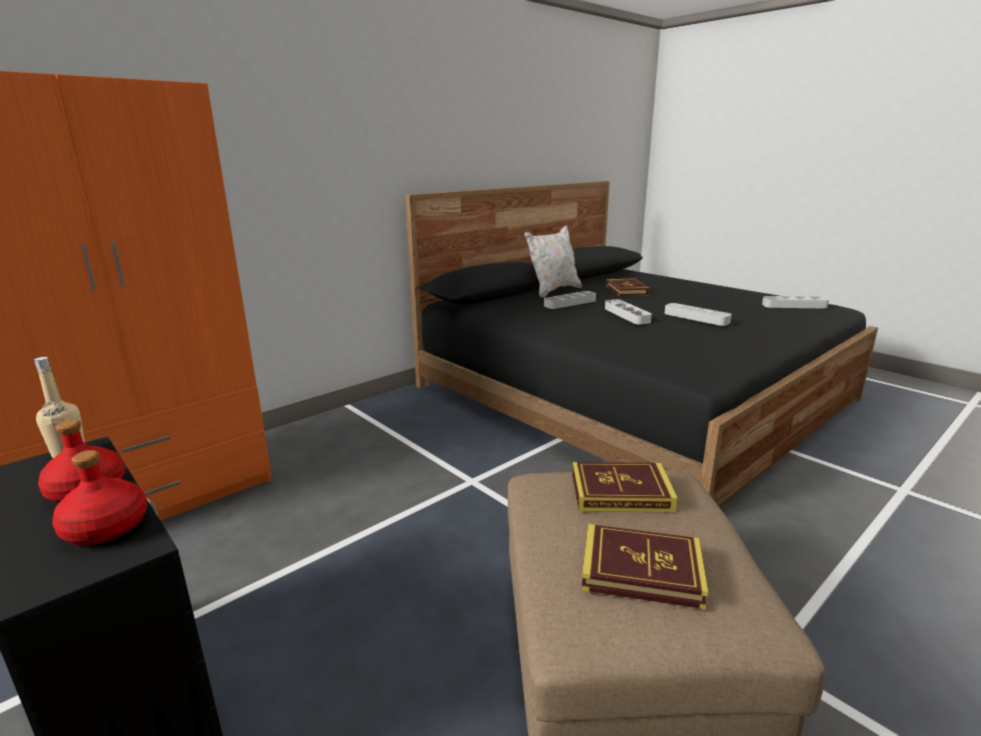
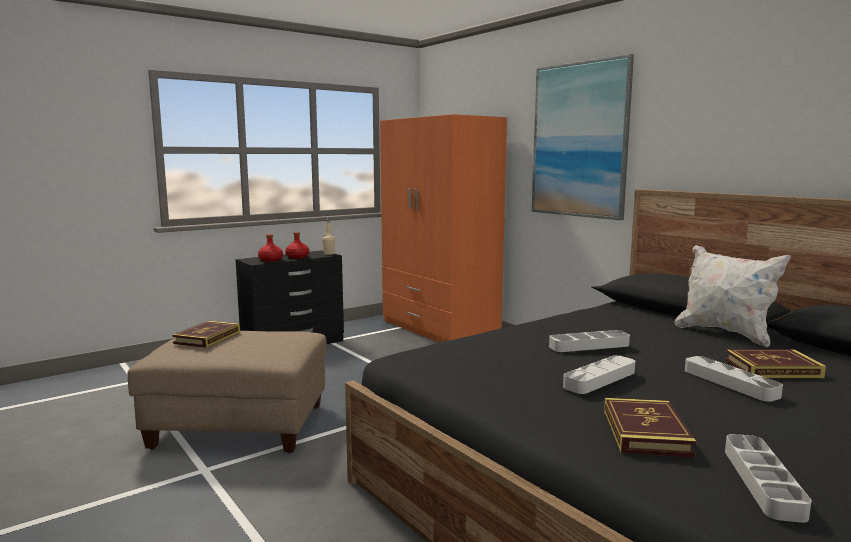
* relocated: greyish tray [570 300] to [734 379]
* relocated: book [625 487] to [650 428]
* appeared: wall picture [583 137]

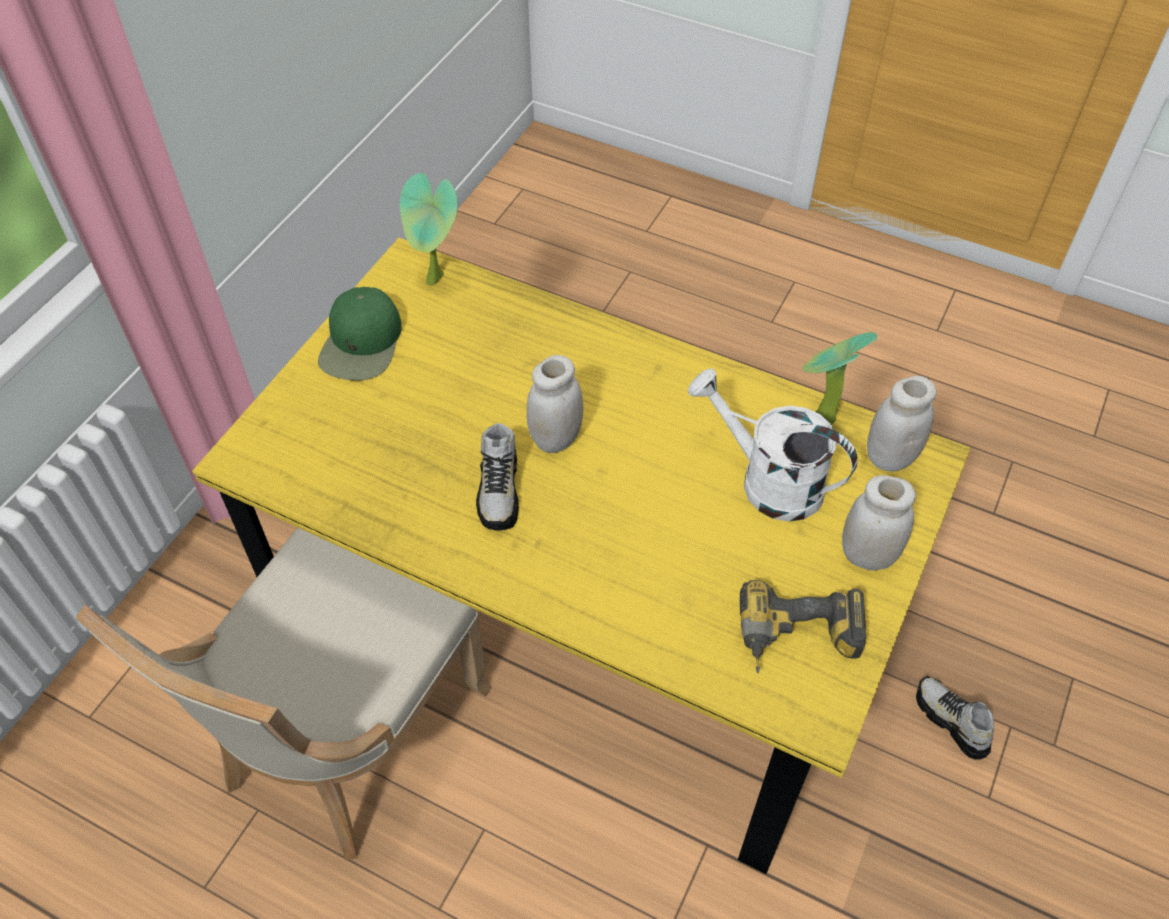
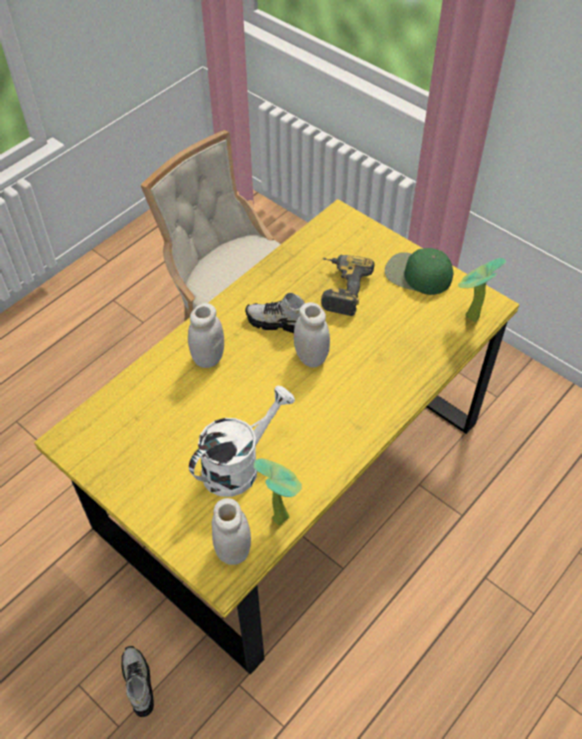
* relocated: whitish jar [879 523] to [206 335]
* relocated: power drill [803 626] to [348 285]
* spun: low shoe [955 718] = [137 681] 90 degrees counterclockwise

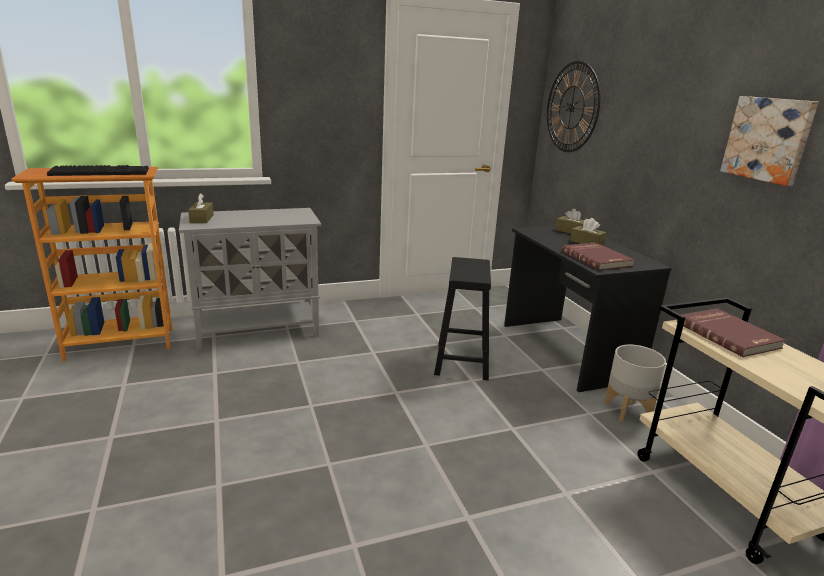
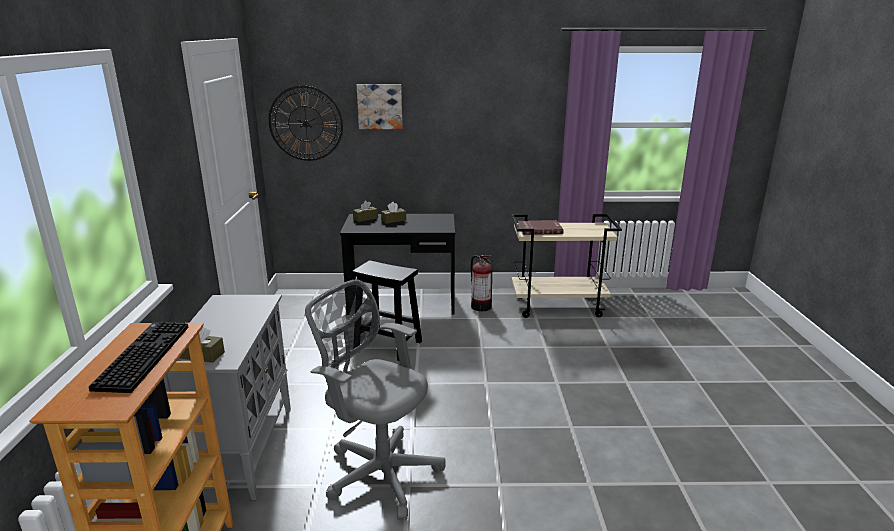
* relocated: wall picture [769 141] to [380 106]
* missing: red-coloured book [598 256]
* exchanged: greyish planter [635 383] to extinguisher [481 283]
* appeared: greyish computer chair [375 399]

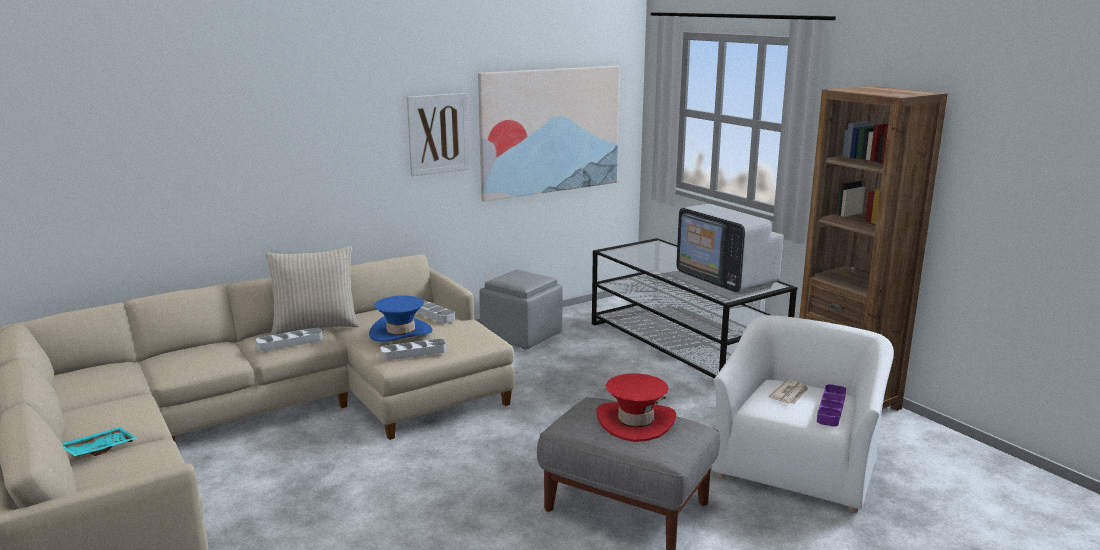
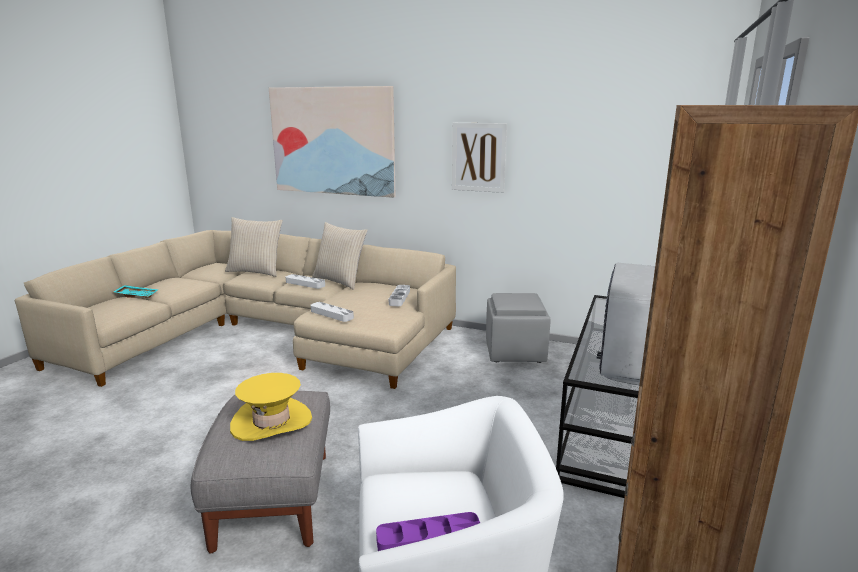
* relocated: wall picture [549 134] to [332 142]
* missing: blue-coloured clothing hat [400 319]
* colour: red-coloured clothing hat [636 408] to yellow-coloured clothing hat [271 407]
* missing: newspaper [788 392]
* appeared: beige-coloured cushion [254 247]

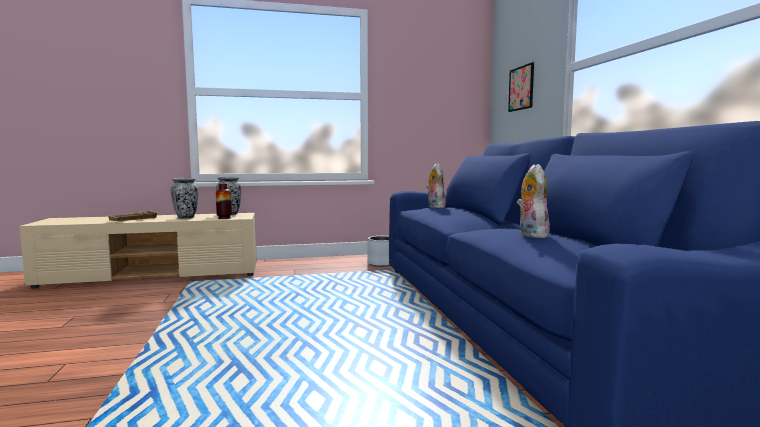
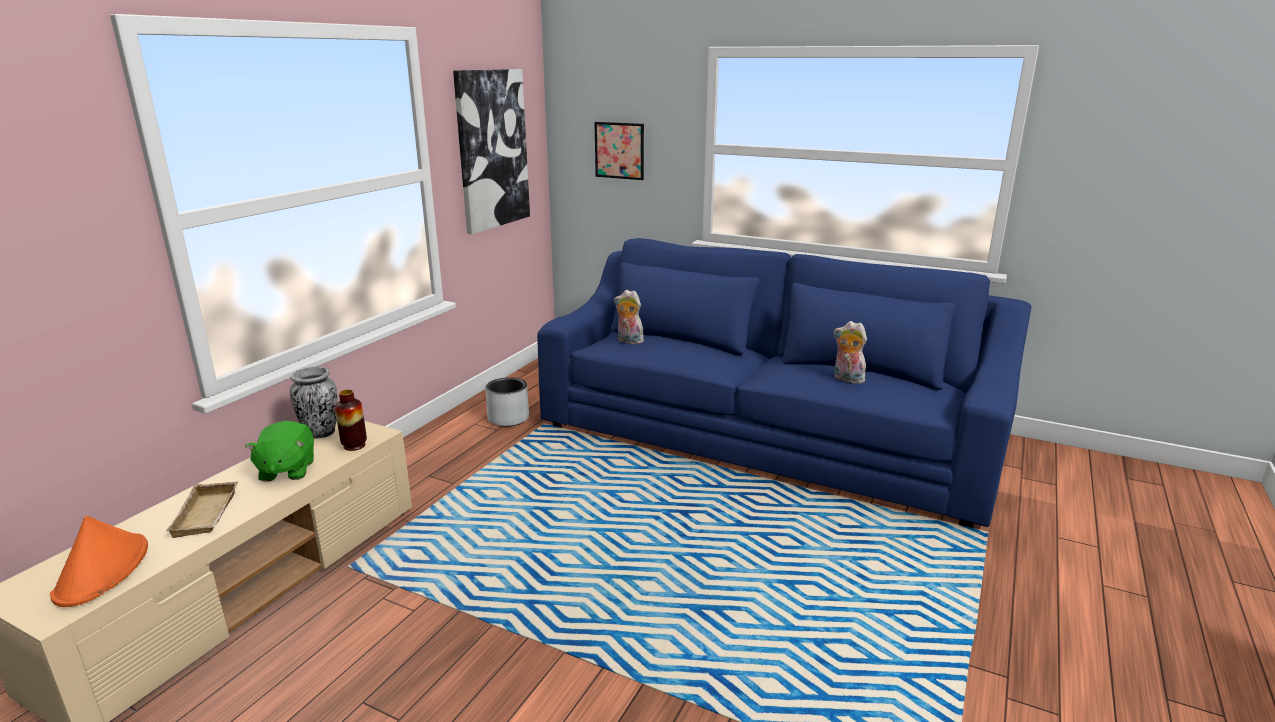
* exchanged: vase [184 198] to green-coloured soft toy [279 451]
* appeared: wall picture [491 151]
* appeared: orangey clothing hat [99 561]

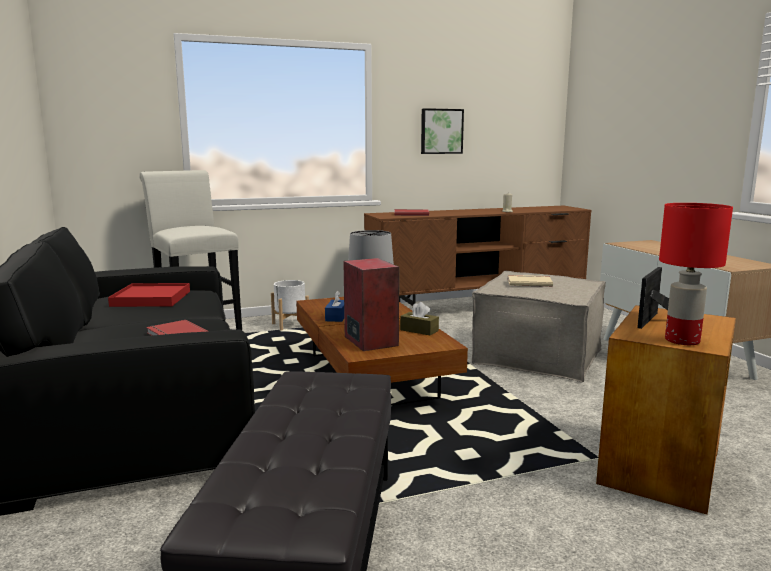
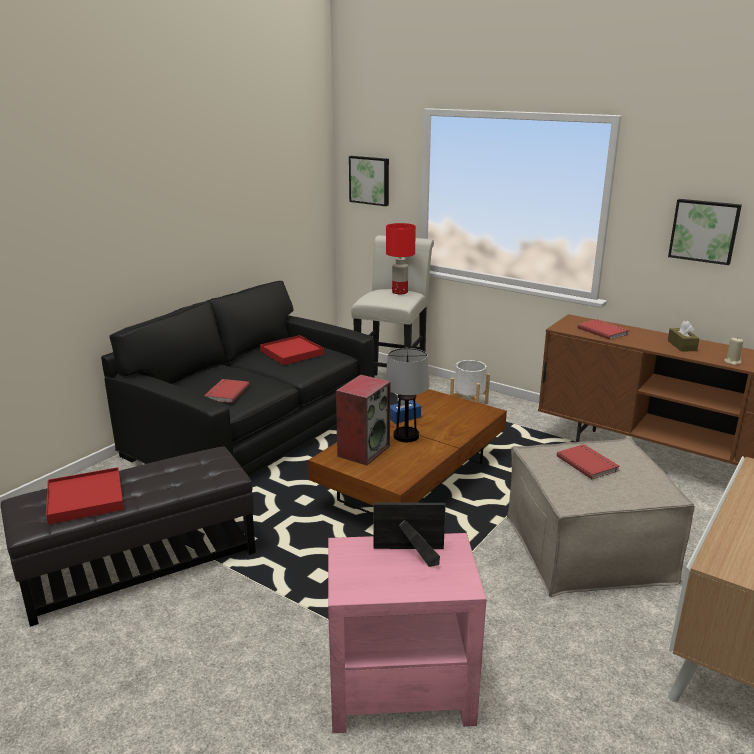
* relocated: red-coloured table lamp [696 274] to [401 258]
* colour: beige-coloured book [530 281] to red-coloured book [588 461]
* relocated: brownish tissue holder [419 318] to [683 336]
* colour: brownish side table [666 409] to pink side table [407 633]
* appeared: wall picture [369 181]
* appeared: red-coloured tray [85 496]

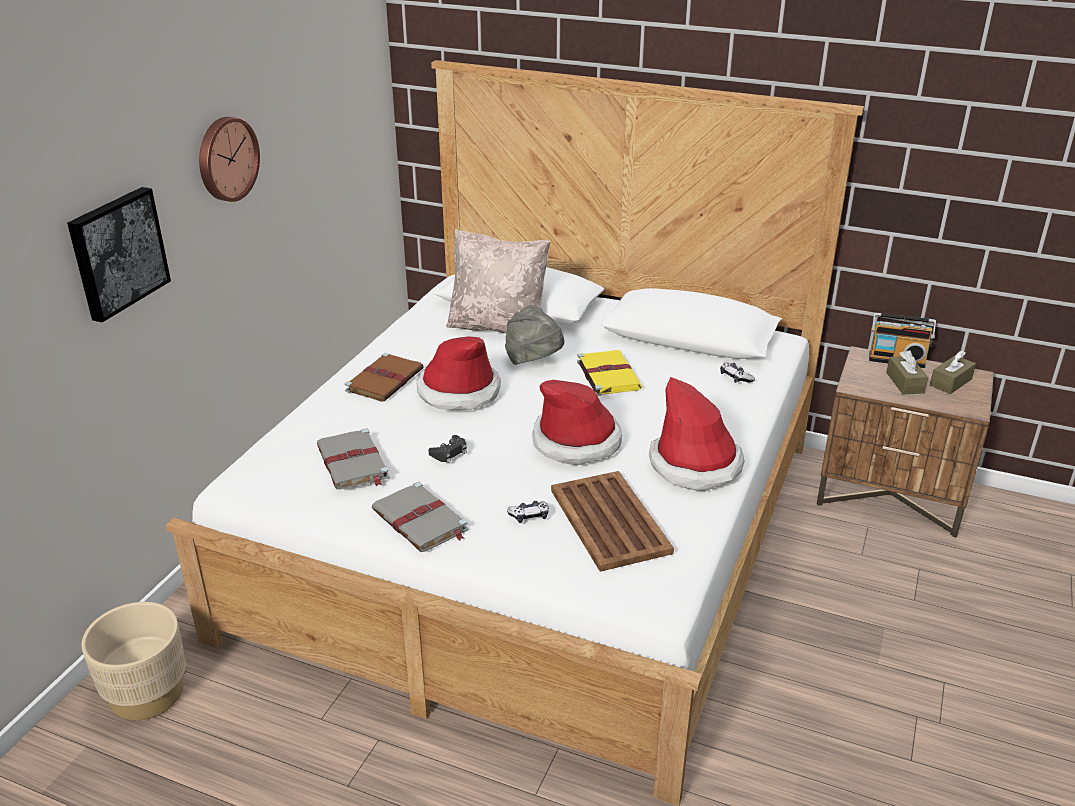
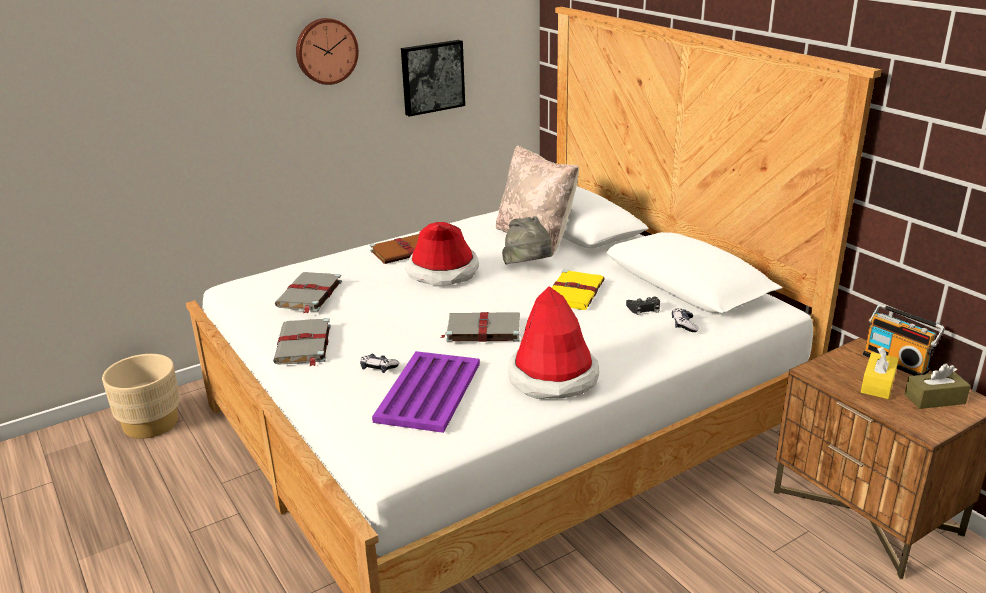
* relocated: wall picture [119 255] to [433 78]
* colour: brownish tissue holder [907 372] to yellow-coloured tissue holder [880 373]
* exchanged: clothing hat [577 422] to greyish book [480 327]
* relocated: blackish joypad [447 449] to [643 306]
* colour: brownish tray [612 521] to purple-coloured tray [426 392]

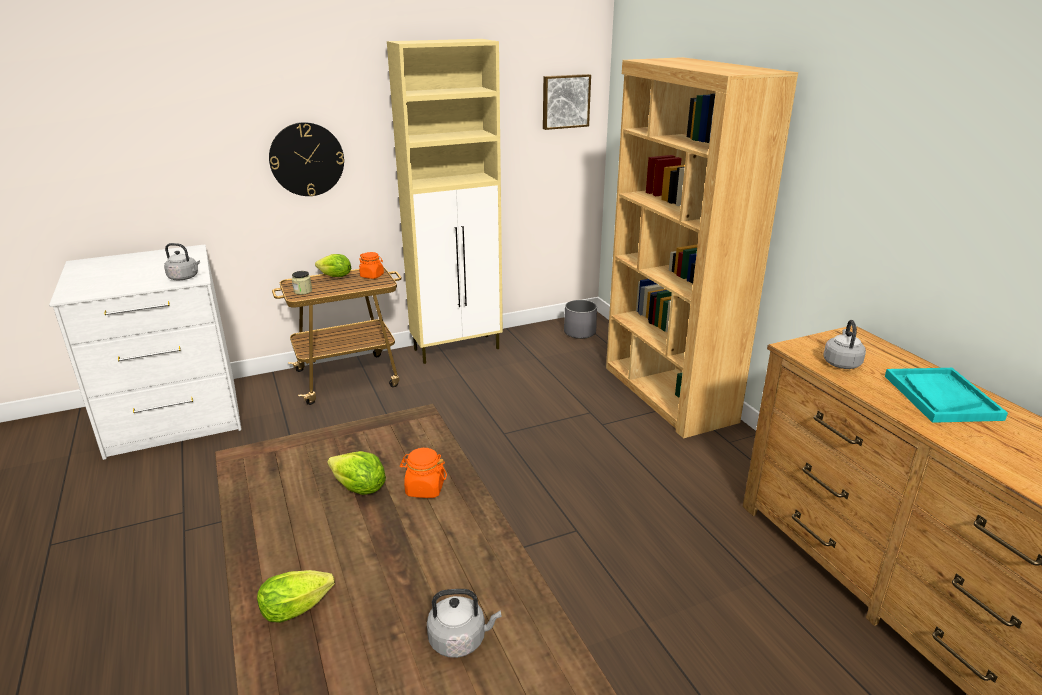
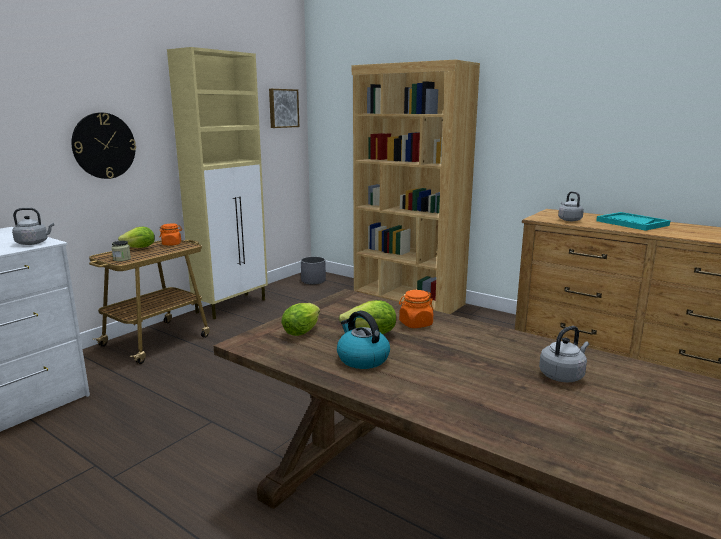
* relocated: lettuce head [296 596] to [300 319]
* appeared: kettle [363 340]

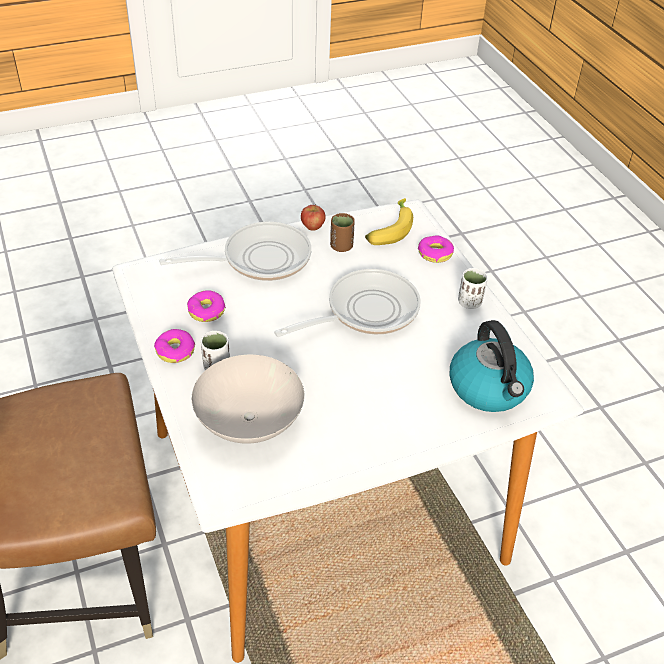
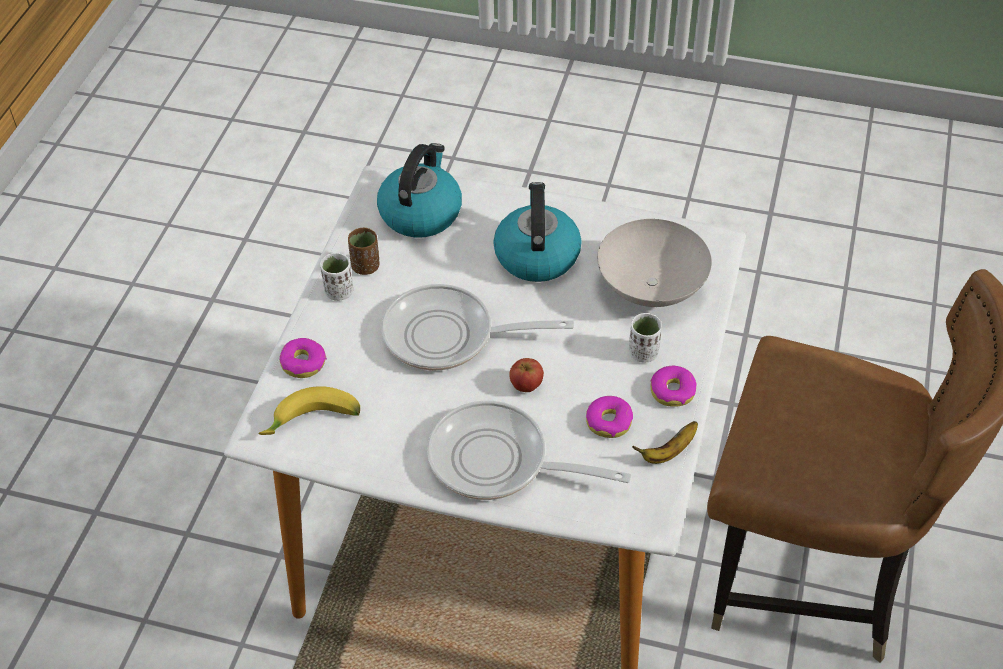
* relocated: apple [313 217] to [526 375]
* relocated: brownish small cup [342 232] to [364 251]
* appeared: kettle [537 232]
* appeared: banana fruit [665 442]

